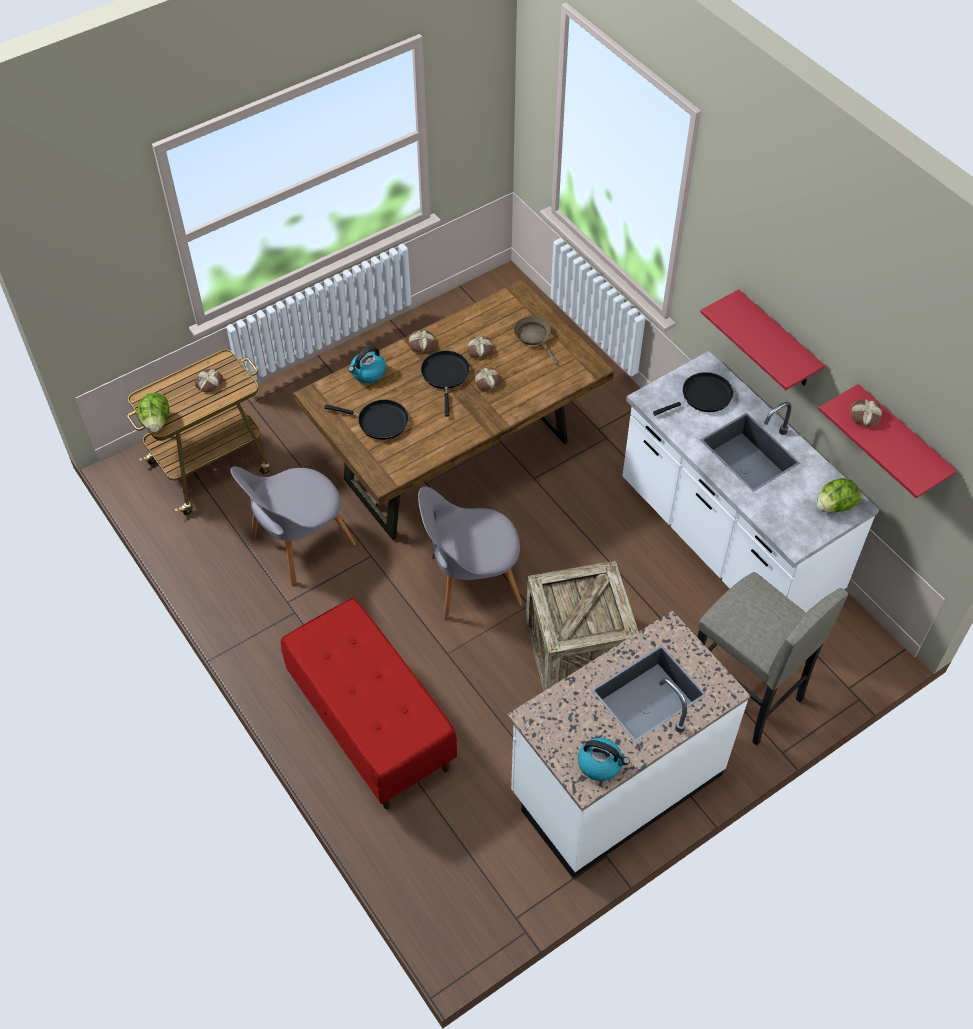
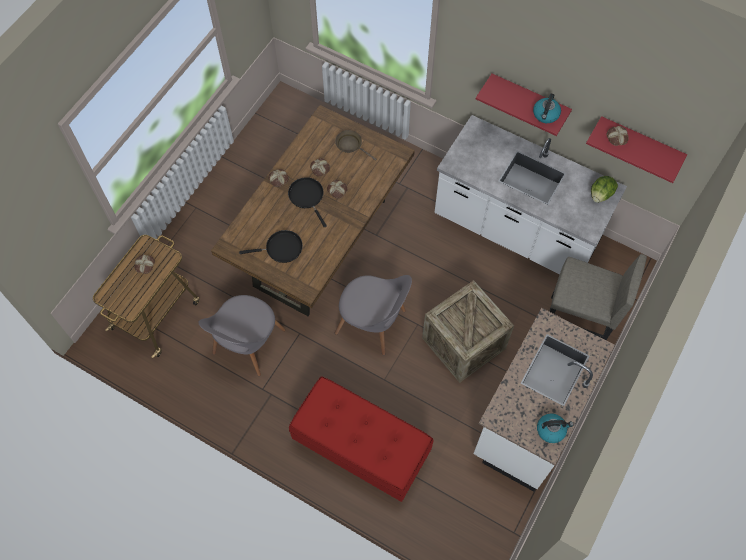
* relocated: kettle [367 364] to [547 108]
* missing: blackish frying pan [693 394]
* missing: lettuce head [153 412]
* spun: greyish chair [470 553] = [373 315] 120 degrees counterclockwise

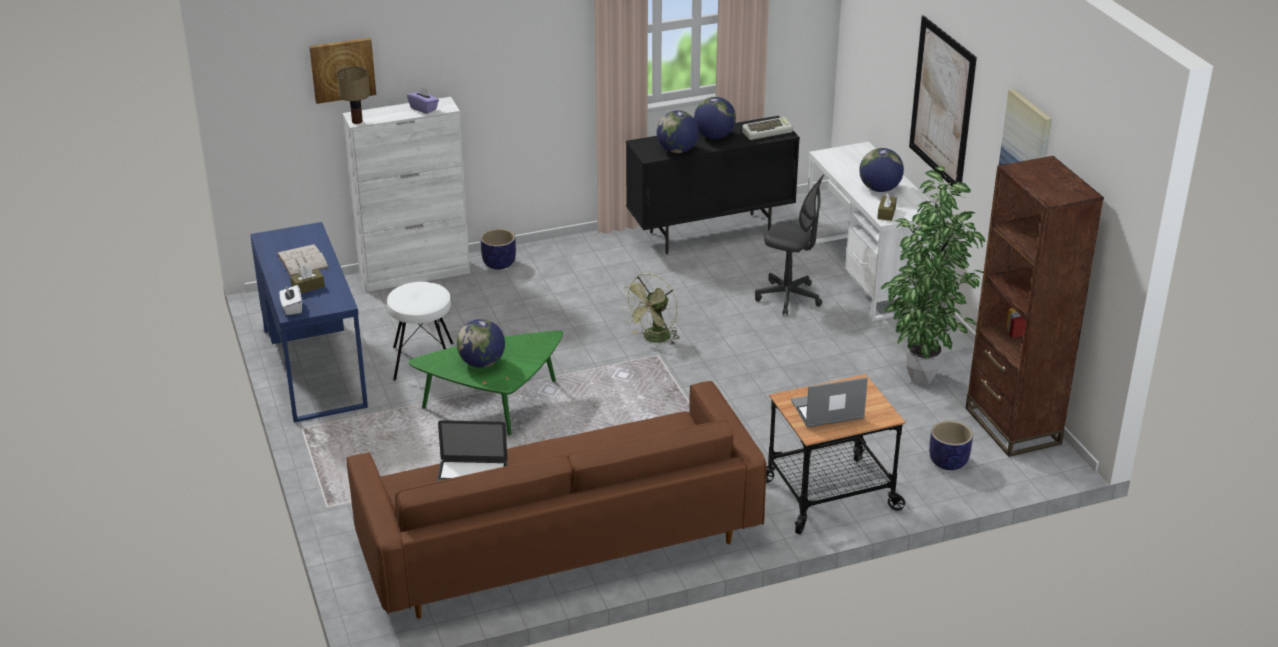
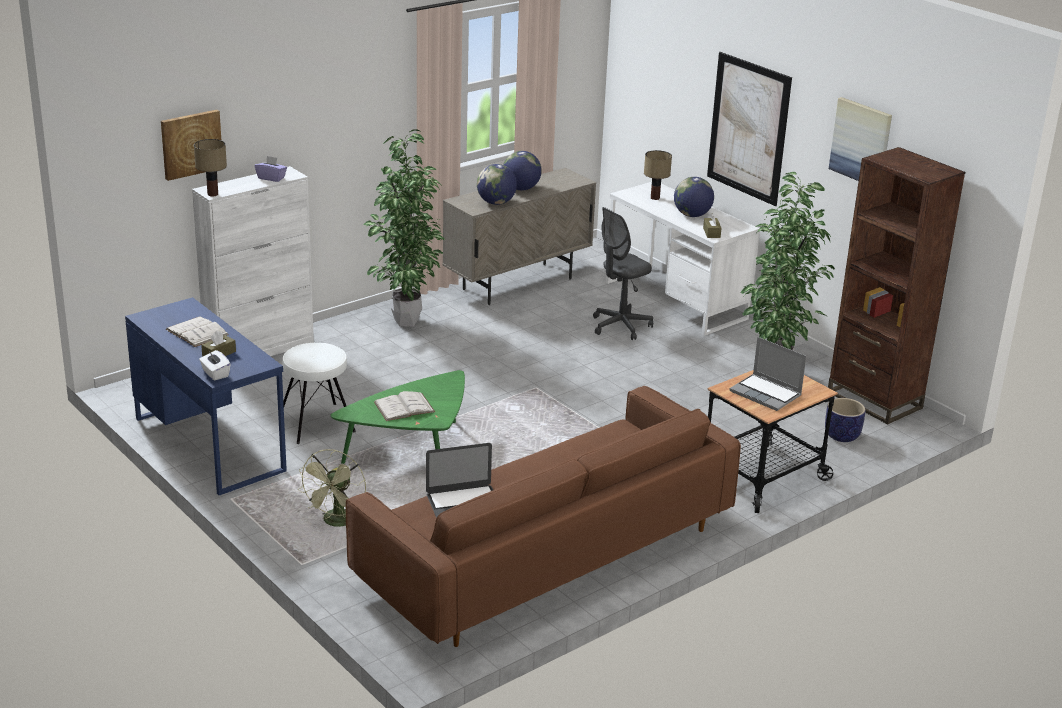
* colour: blackish cupboard [713 185] to beige-coloured cupboard [519 236]
* missing: computer keyboard [767 128]
* spun: greyish computer chair [789 245] = [623 273] 135 degrees clockwise
* missing: planter [498 249]
* relocated: green-coloured cooling fan [651 309] to [332 488]
* exchanged: desk globe [481 343] to whitish book [404 406]
* spun: portable computer [829 402] = [768 374] 105 degrees counterclockwise
* appeared: potted plant [404 228]
* appeared: table lamp [658 175]

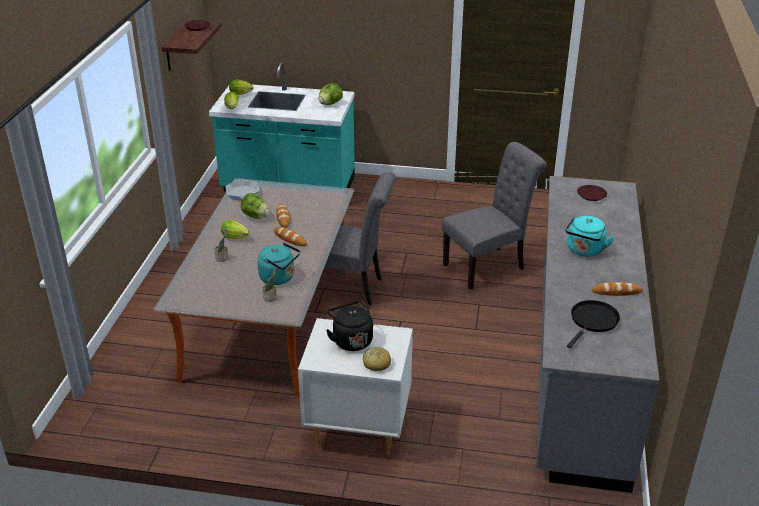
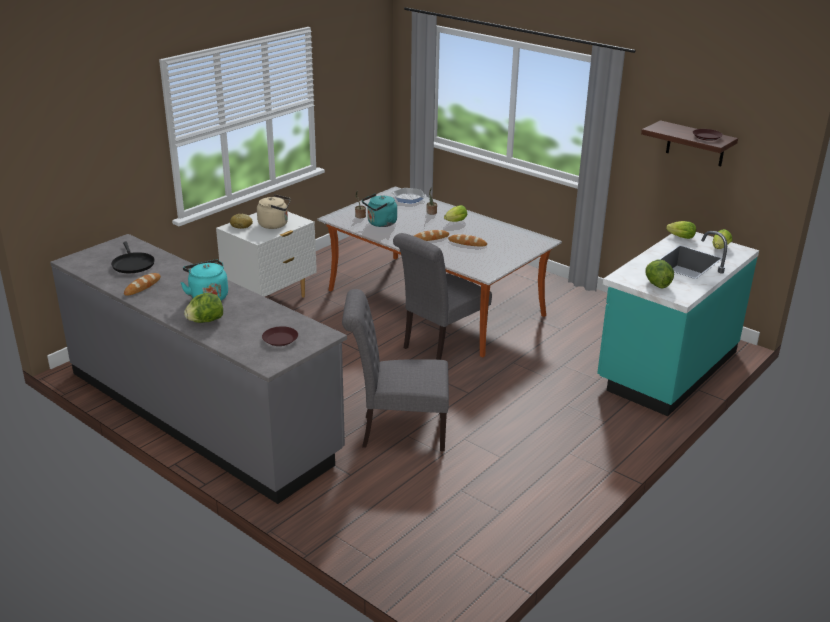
* spun: greyish chair [494 215] = [395 370] 90 degrees clockwise
* relocated: frying pan [243 189] to [409 196]
* relocated: lettuce head [255 206] to [203 308]
* colour: blackish kettle [349 326] to beige-coloured kettle [274 211]

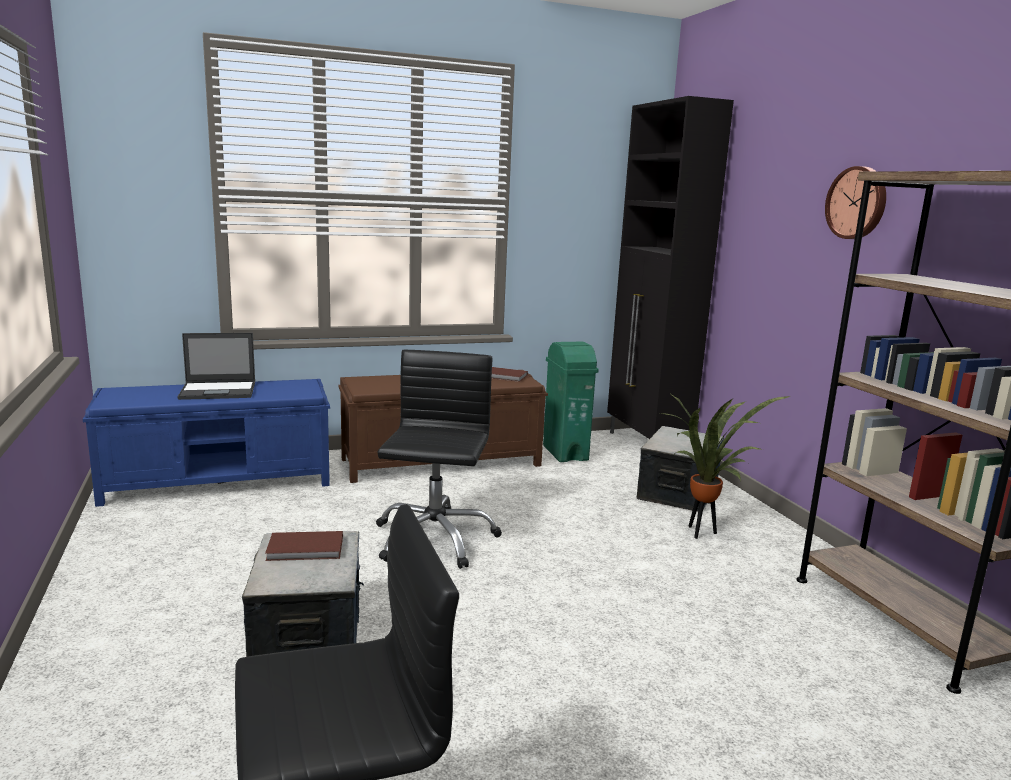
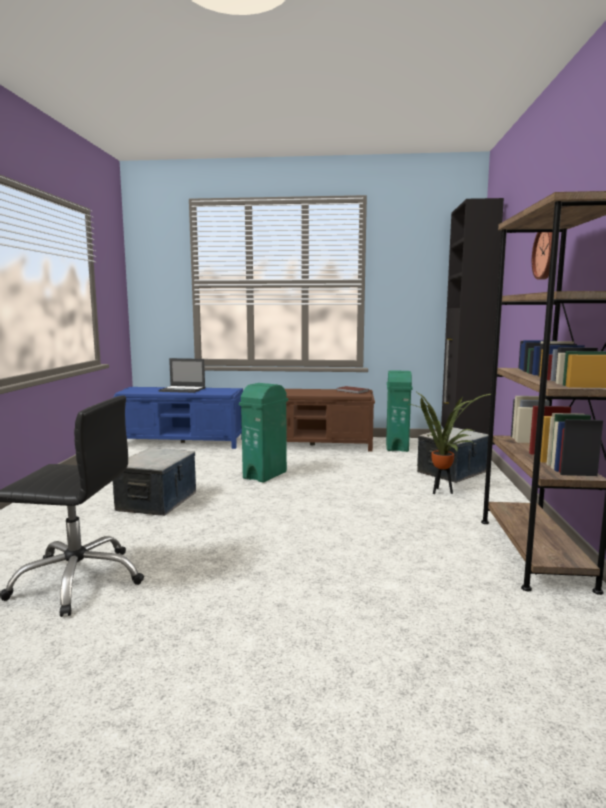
* exchanged: blackish computer chair [439 459] to green-coloured rubbish bin [263 433]
* missing: brownish book [304 546]

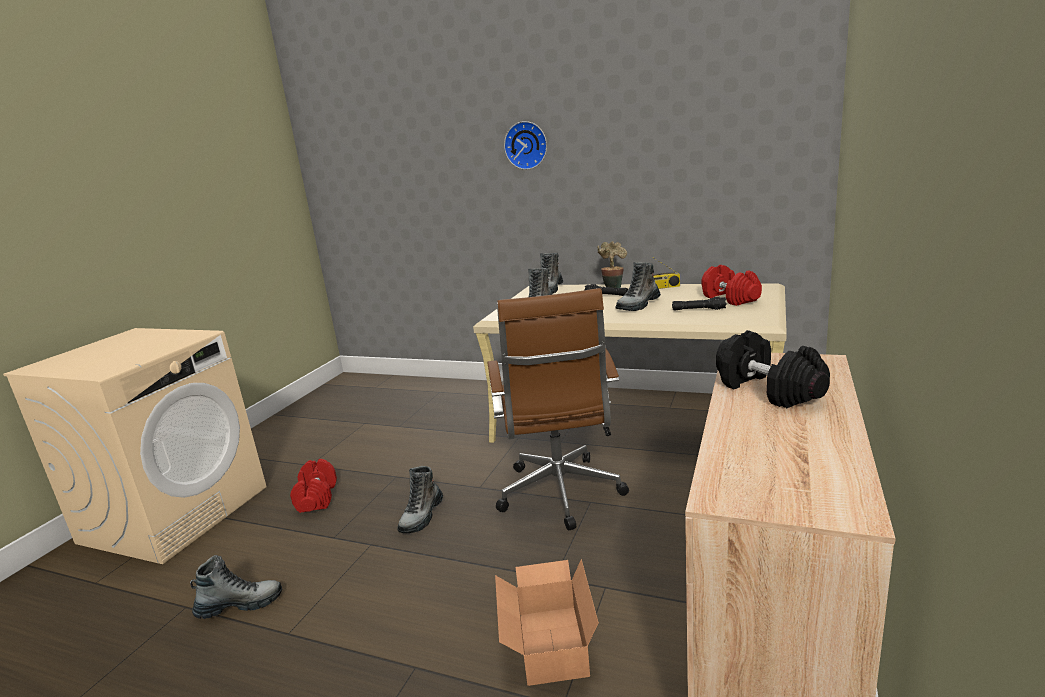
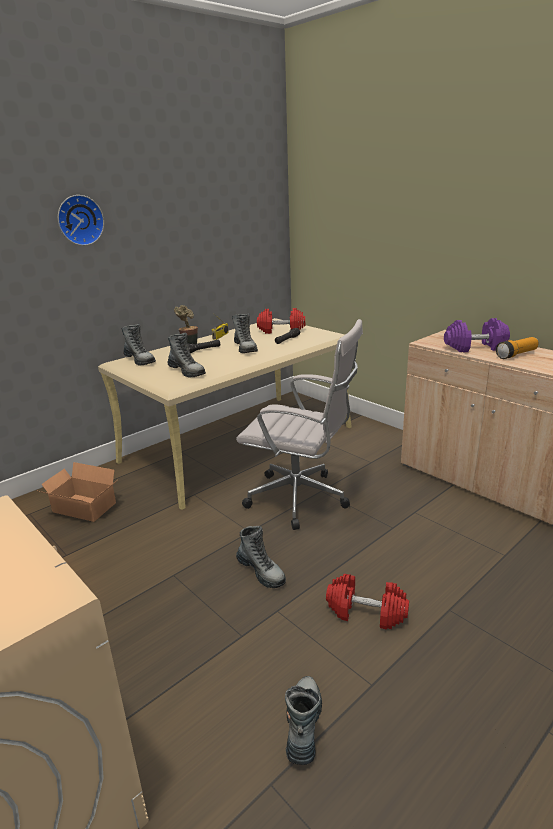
* colour: brownish computer chair [558 409] to whitish computer chair [299 424]
* colour: blackish hand weight [773 369] to purple-coloured hand weight [477 335]
* relocated: red-coloured hand weight [313 486] to [367 602]
* relocated: carton [547 622] to [77 492]
* appeared: flashlight [517 348]

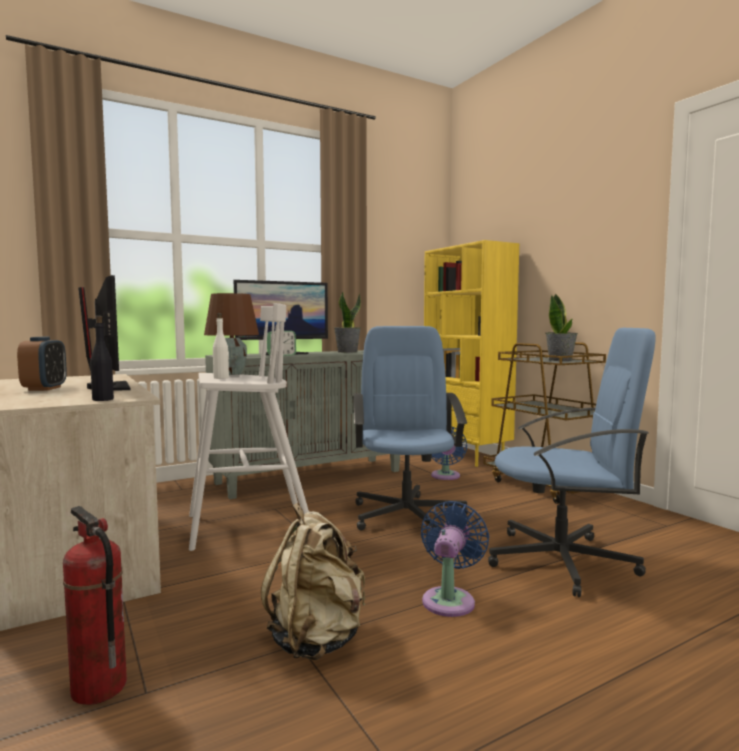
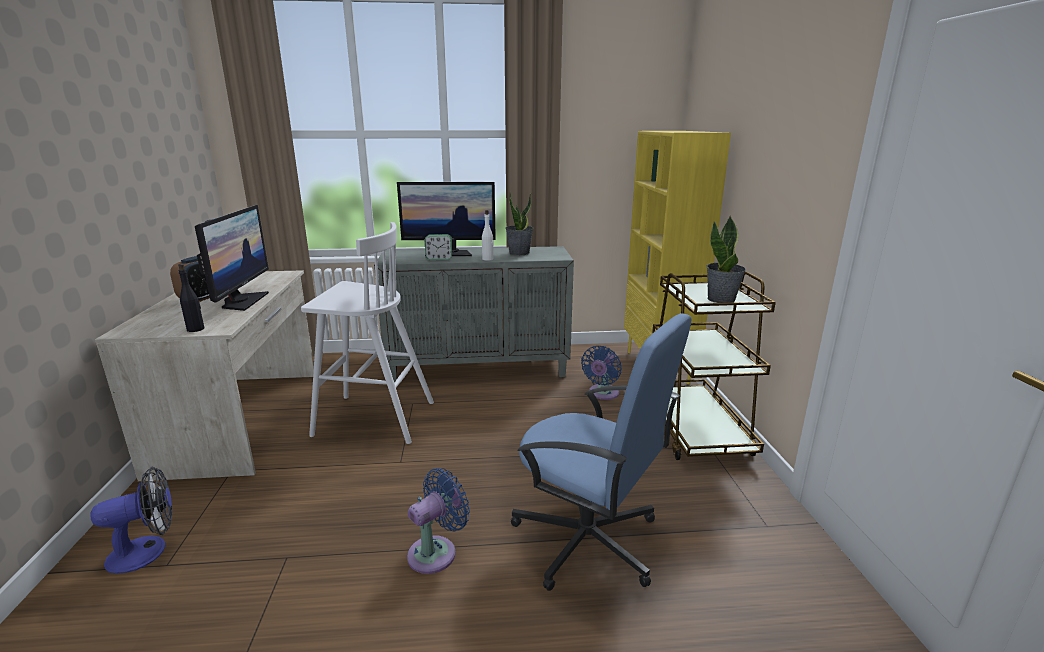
* missing: brownish table lamp [231 334]
* relocated: whitish bottle [221 346] to [488 235]
* missing: blue-coloured computer chair [411 428]
* missing: beige-coloured rucksack [313 581]
* exchanged: extinguisher [95 605] to cooling fan [131 520]

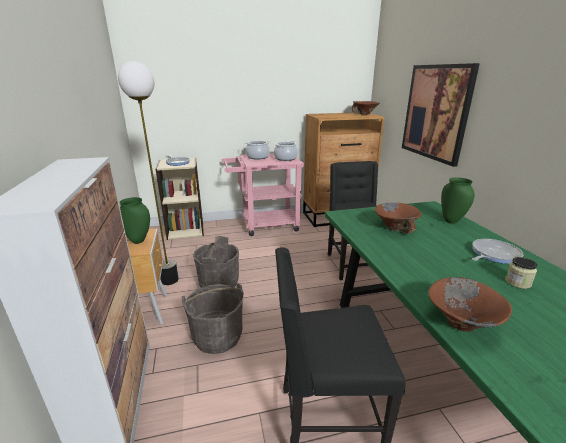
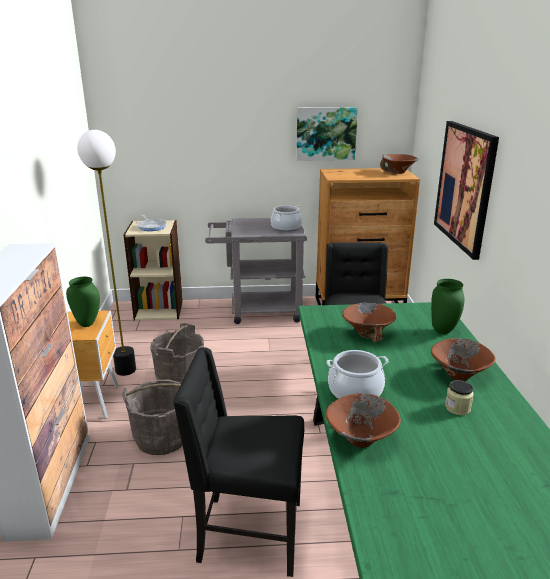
* relocated: cooking pot [257 150] to [357 374]
* colour: pink trolley [263 194] to greyish trolley [256 271]
* exchanged: frying pan [497 251] to brownish bowl [463 359]
* appeared: wall picture [327 134]

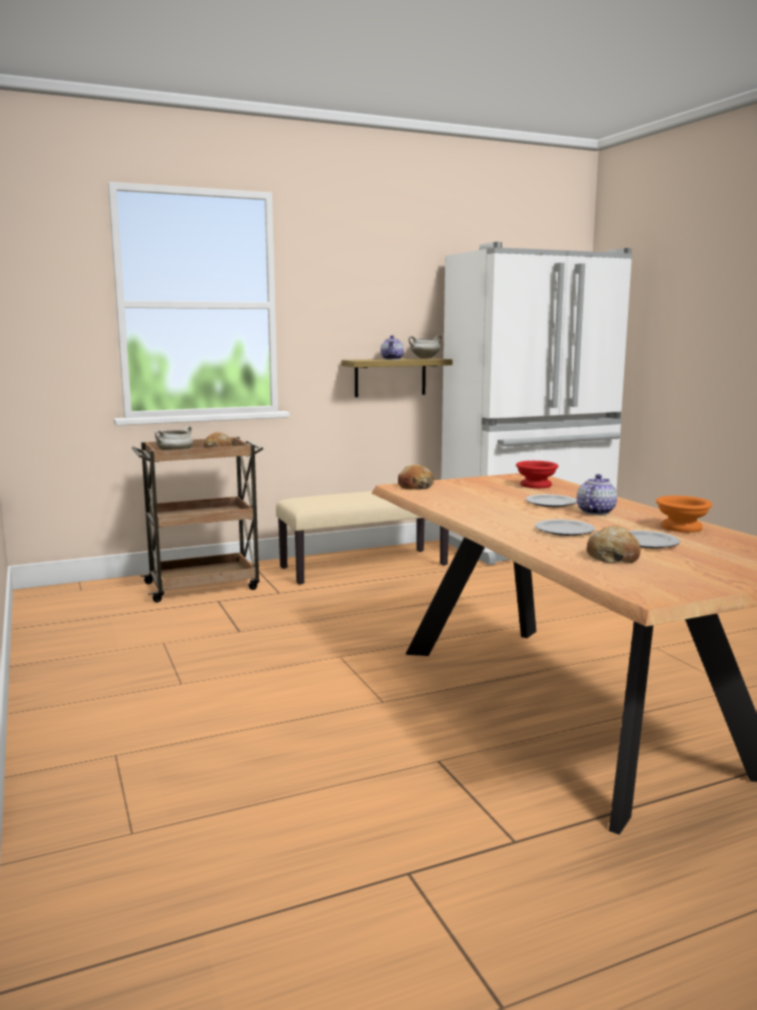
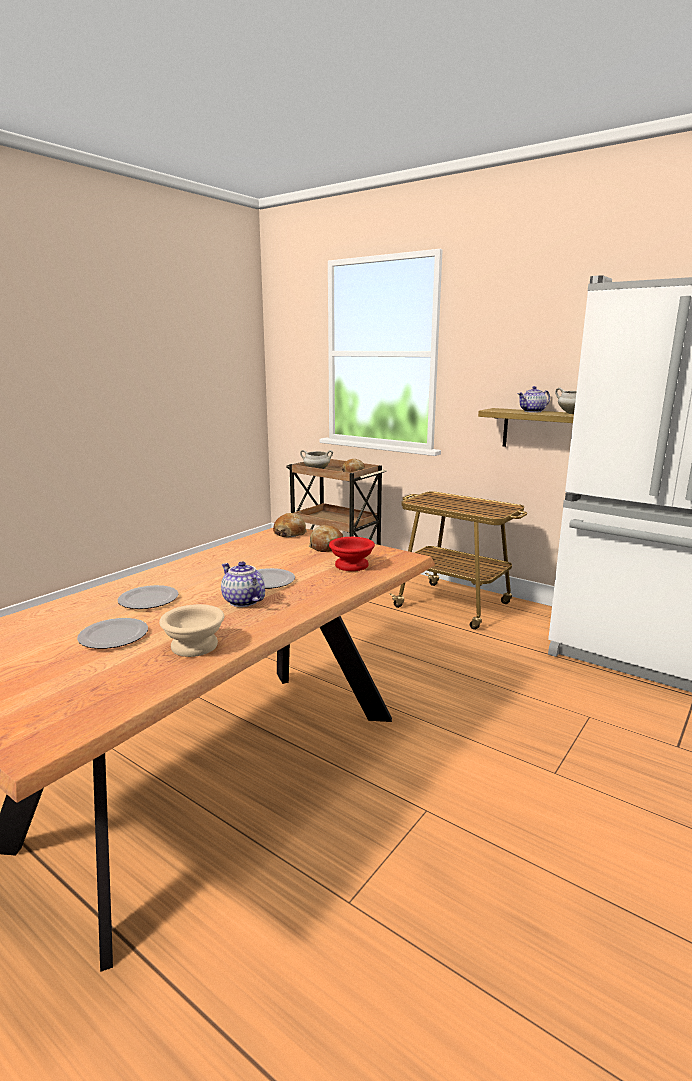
* spun: tea pot [597 494] = [243 584] 135 degrees counterclockwise
* exchanged: beige-coloured long seat [362 537] to trolley [458 560]
* colour: orangey bowl [684 514] to beige-coloured bowl [191 630]
* relocated: bakery bread [613 544] to [326 538]

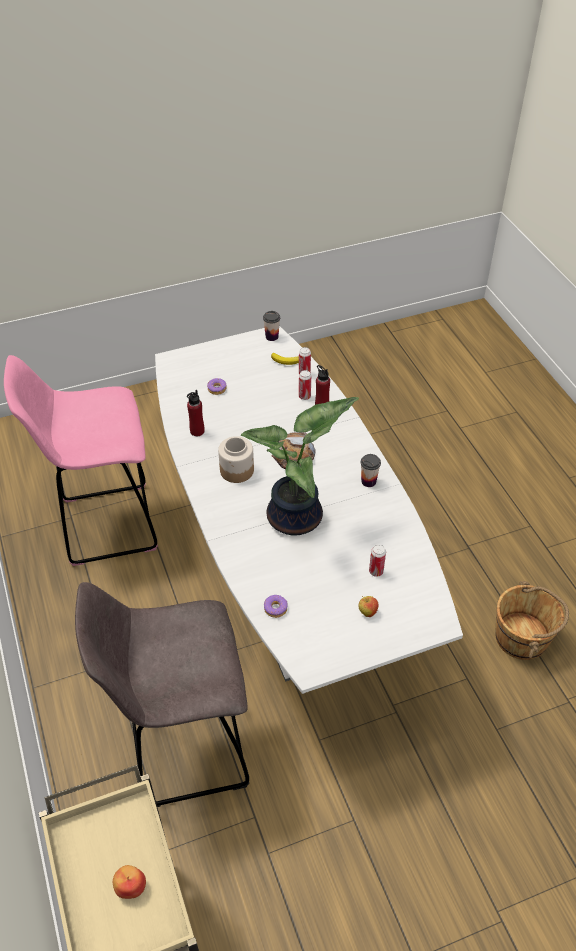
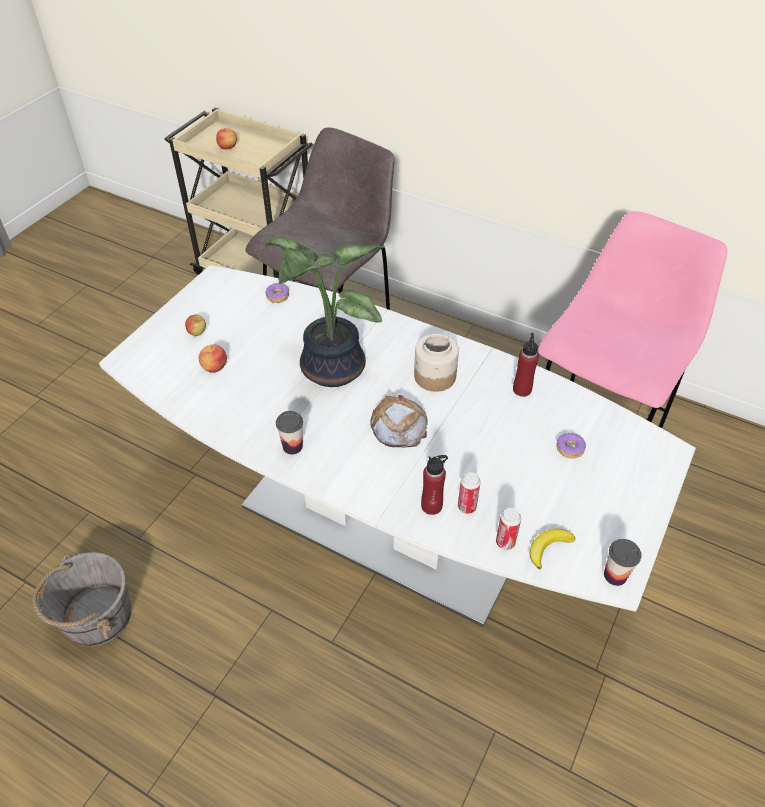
* exchanged: can [377 561] to apple [213 359]
* colour: brownish water bucket [532 620] to greyish water bucket [81 599]

